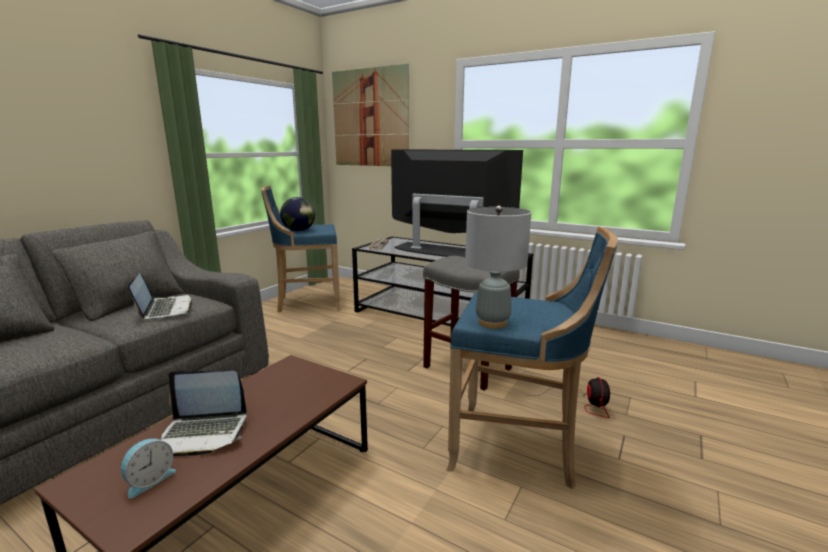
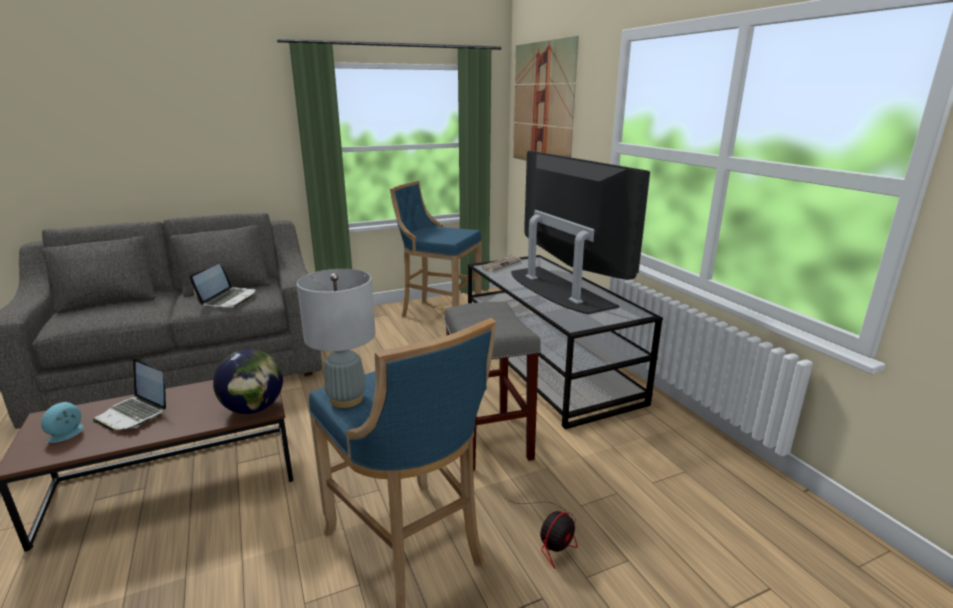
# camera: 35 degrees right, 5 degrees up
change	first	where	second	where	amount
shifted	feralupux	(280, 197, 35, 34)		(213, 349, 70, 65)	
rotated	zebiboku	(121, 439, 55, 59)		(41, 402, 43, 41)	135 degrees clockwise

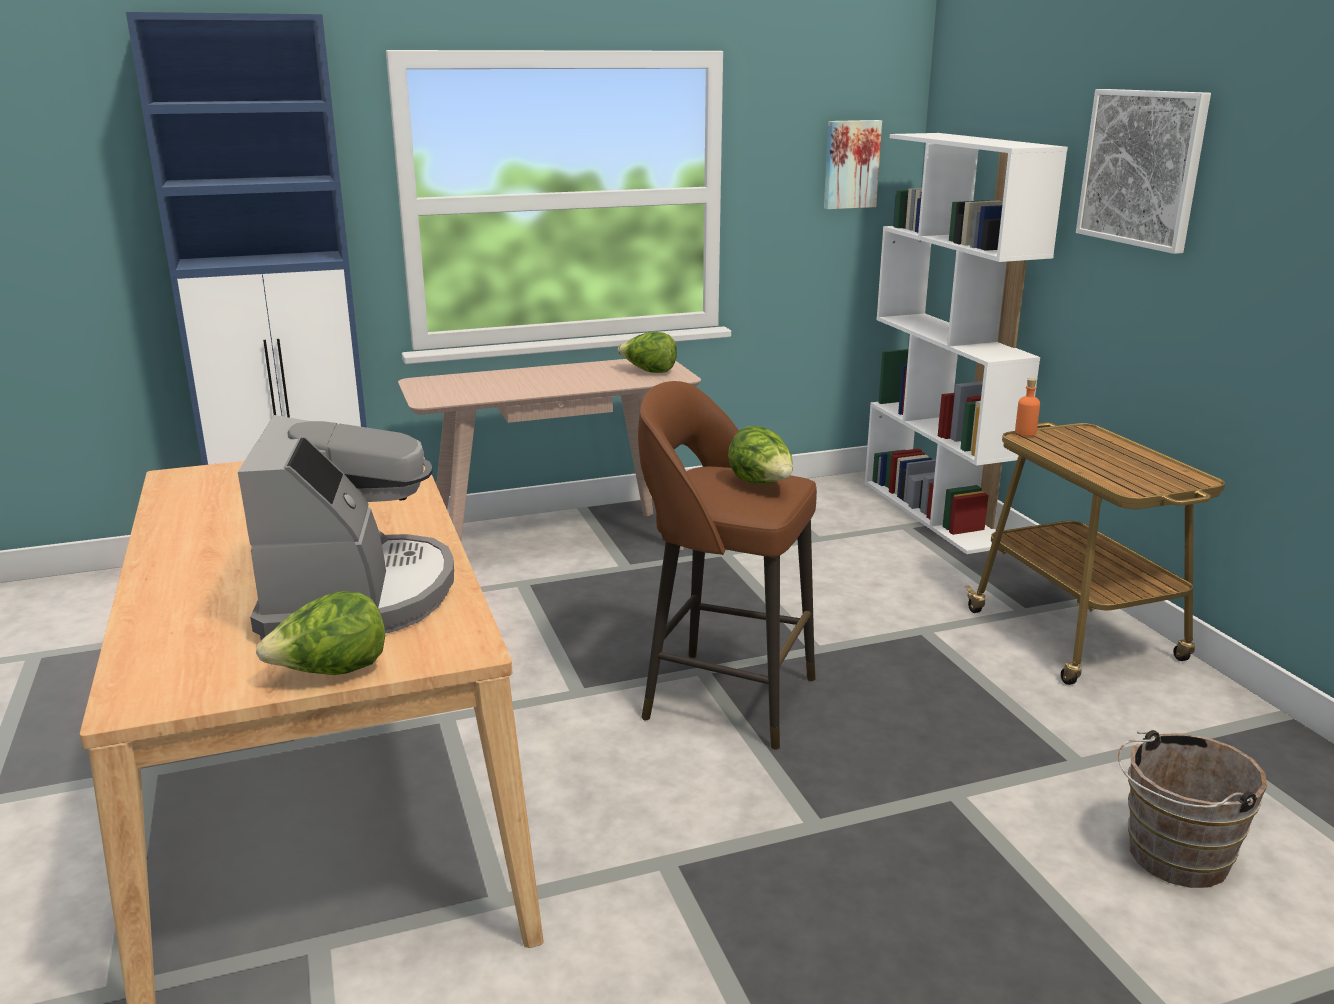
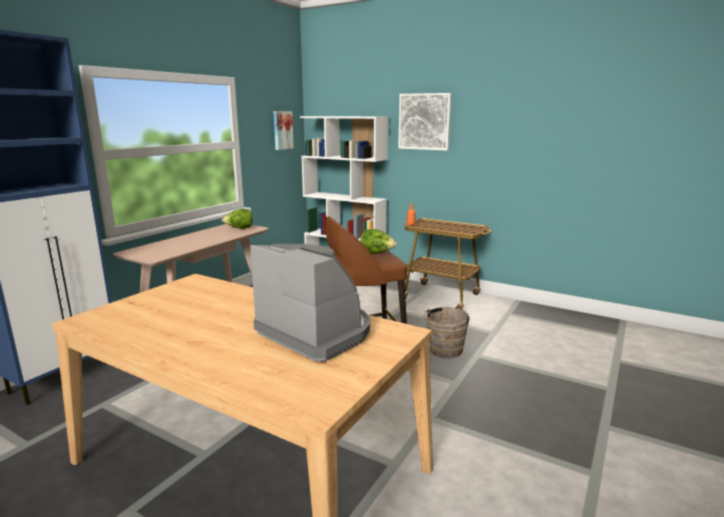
# camera: 40 degrees left, 5 degrees down
change	first	where	second	where	amount
gone	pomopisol	(256, 591, 129, 84)			
shifted	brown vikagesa	(1118, 730, 149, 158)		(423, 307, 47, 51)	

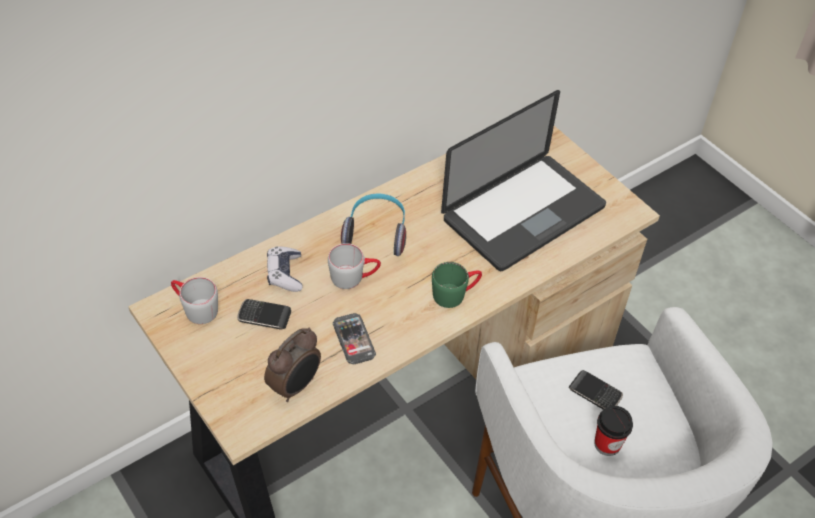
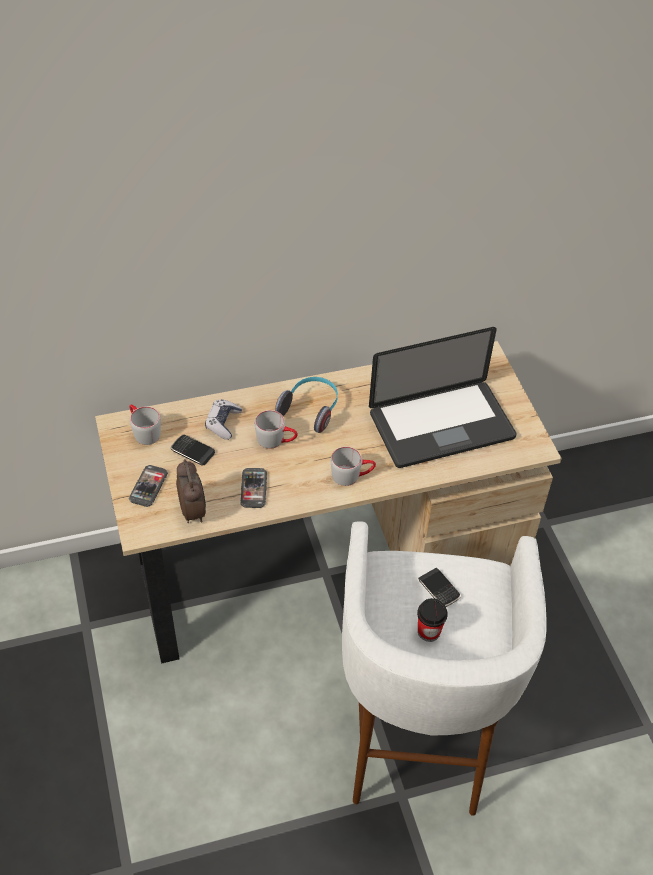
# camera: 20 degrees right, 0 degrees up
change	first	where	second	where	amount
new			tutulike	(129, 465, 39, 42)	
repainted	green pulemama	(432, 262, 50, 46)	grey pulemama	(331, 447, 45, 39)	
rotated	zebiboku	(264, 328, 57, 74)		(176, 459, 30, 64)	75 degrees counterclockwise

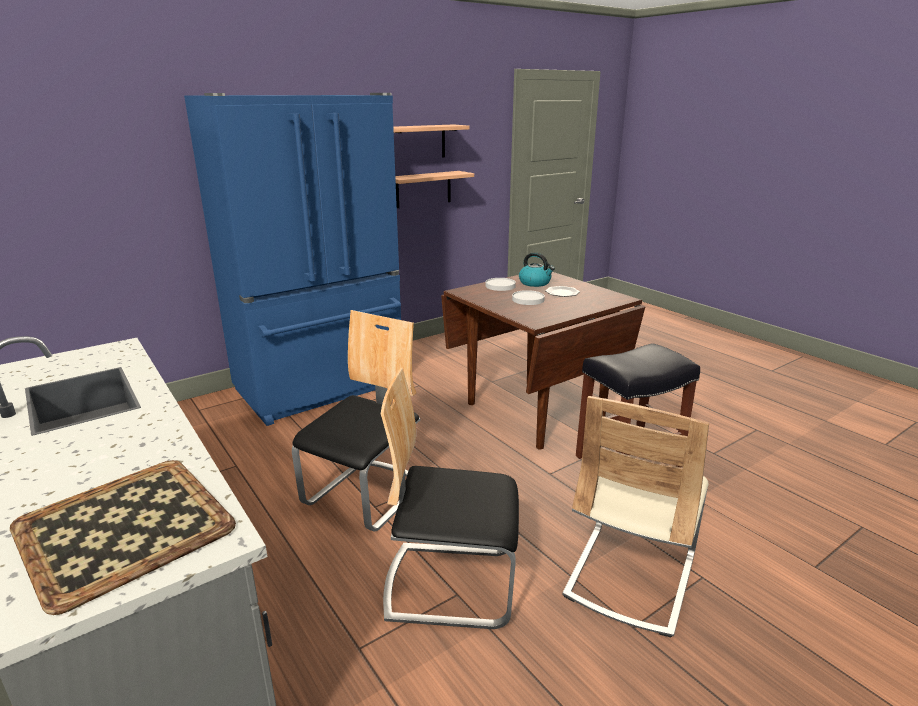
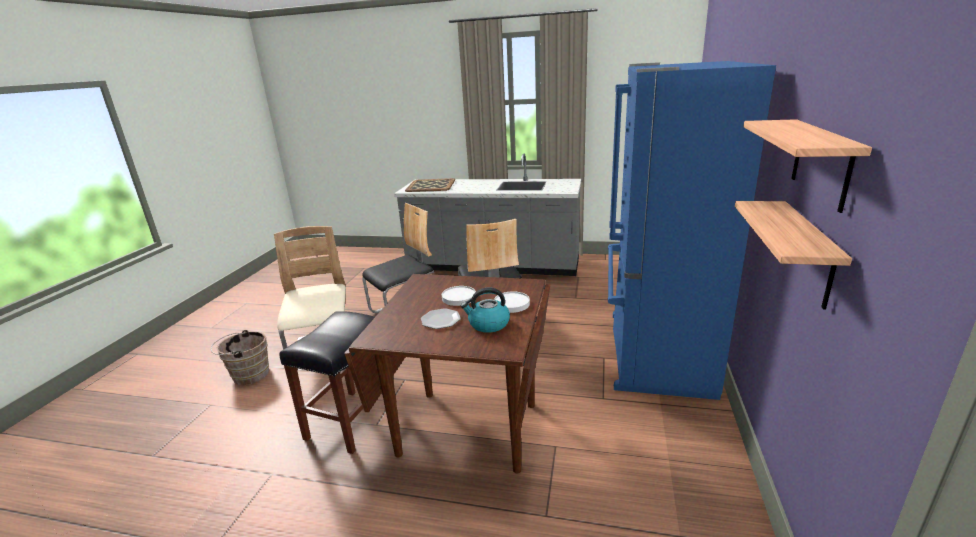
# camera: 140 degrees right, 0 degrees up
change	first	where	second	where	amount
new			brown vikagesa	(211, 330, 58, 55)	

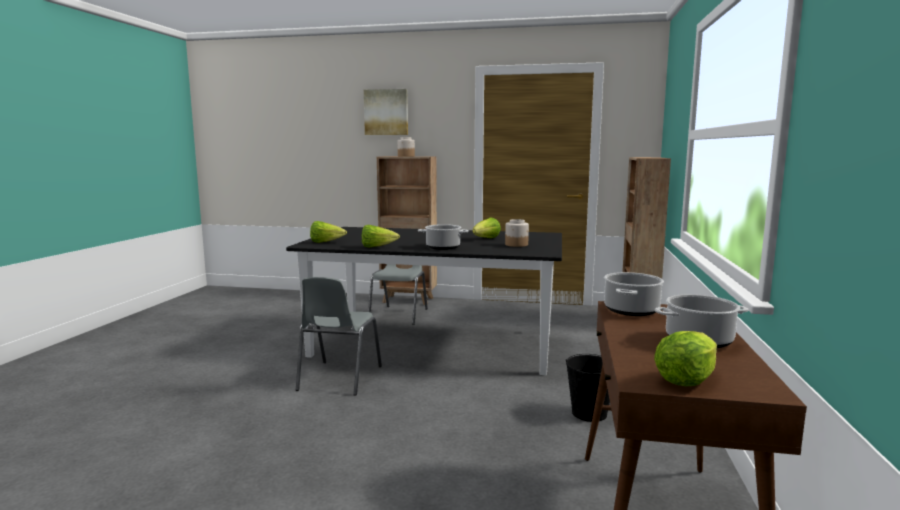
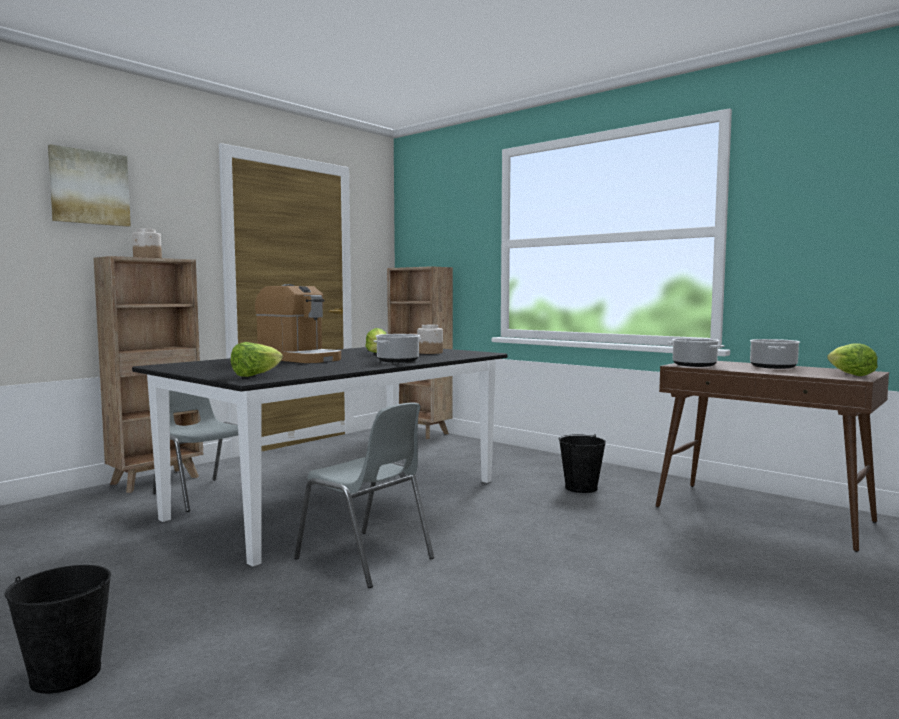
# camera: 60 degrees left, 5 degrees down
change	first	where	second	where	amount
gone	pomopisol	(362, 225, 38, 22)			
new			black vikagesa	(5, 565, 106, 129)	
new			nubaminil	(255, 284, 86, 79)	

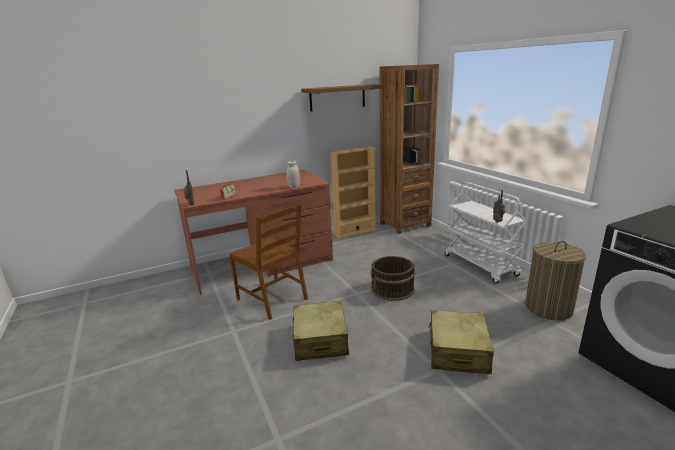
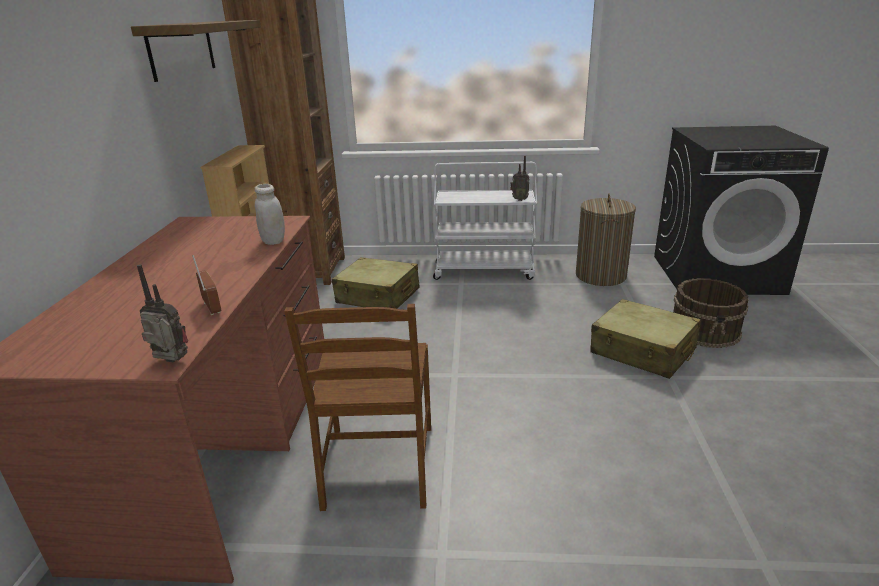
# camera: 60 degrees left, 5 degrees up
change	first	where	second	where	amount
shifted	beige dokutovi	(292, 301, 57, 60)		(332, 257, 87, 52)	
shifted	brown vikagesa	(371, 256, 44, 45)		(673, 278, 76, 70)	
rotated	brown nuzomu	(230, 203, 78, 117)		(284, 304, 147, 207)	105 degrees clockwise

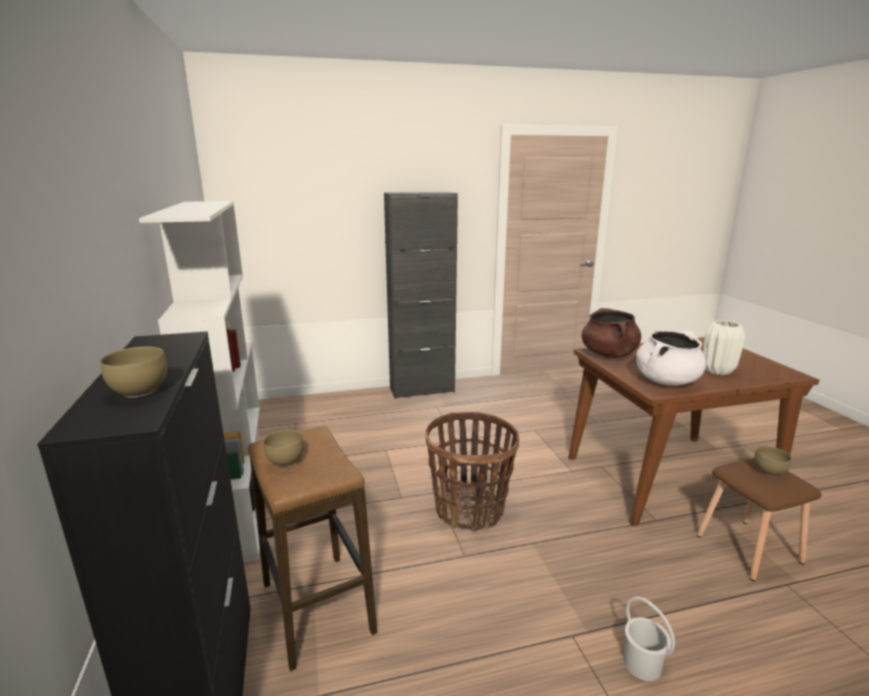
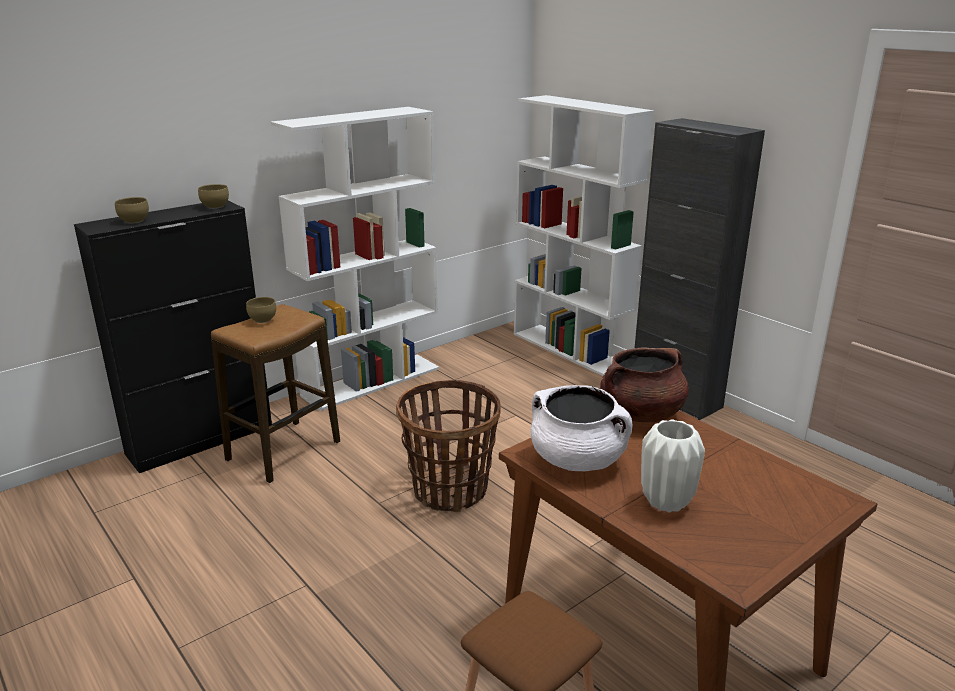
# camera: 65 degrees right, 5 degrees up
change	first	where	second	where	amount
gone	white vikagesa	(623, 597, 52, 84)			
new			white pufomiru	(514, 95, 140, 281)	
shifted	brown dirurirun	(754, 446, 37, 30)		(198, 184, 31, 25)	

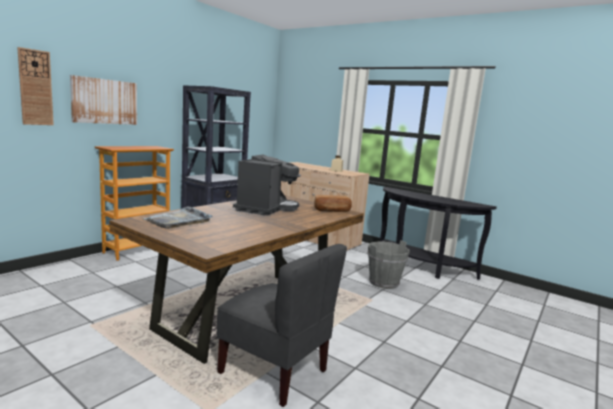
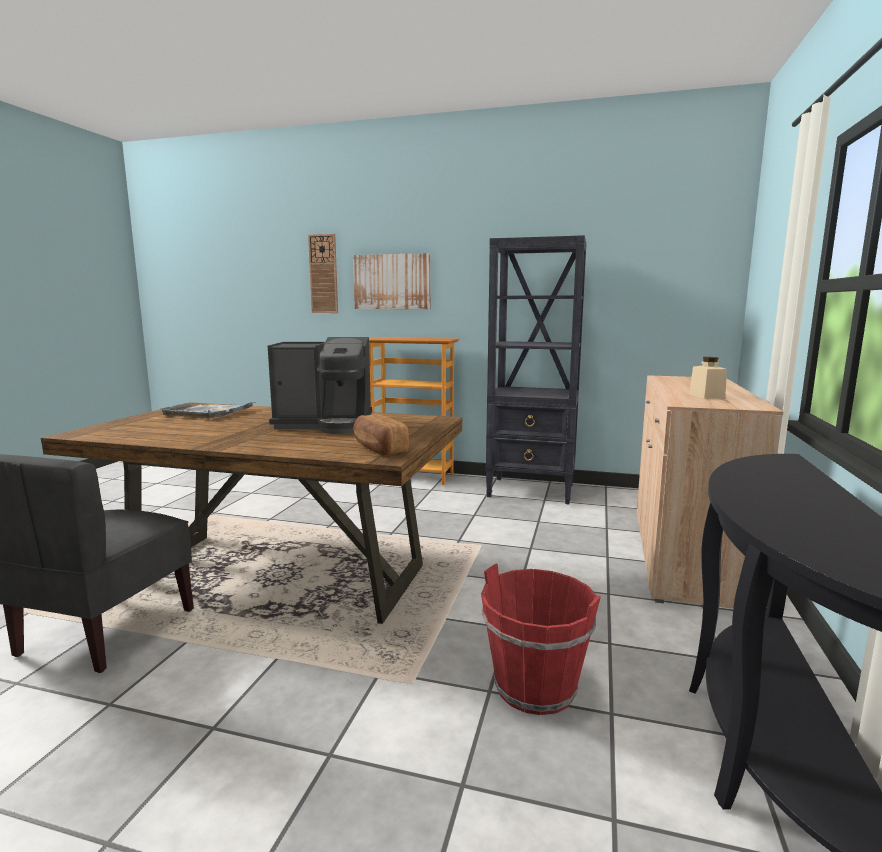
# camera: 70 degrees right, 0 degrees up
change	first	where	second	where	amount
repainted	grey vikagesa	(367, 240, 43, 49)	red vikagesa	(481, 563, 120, 152)	

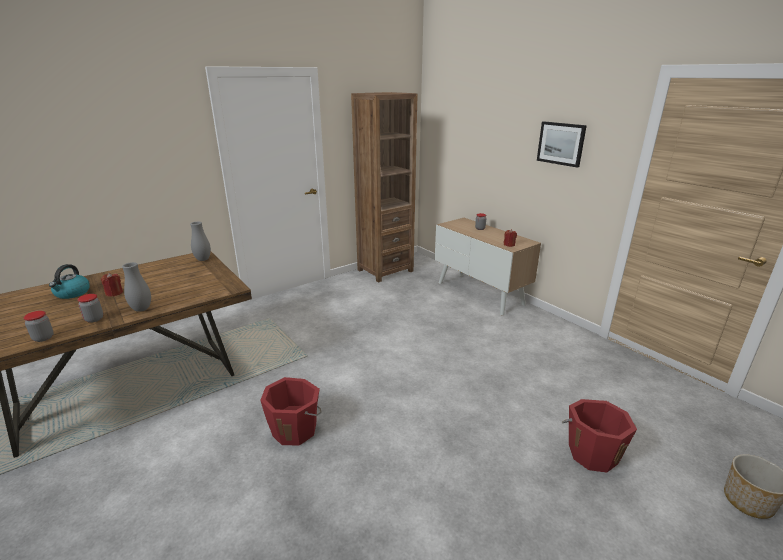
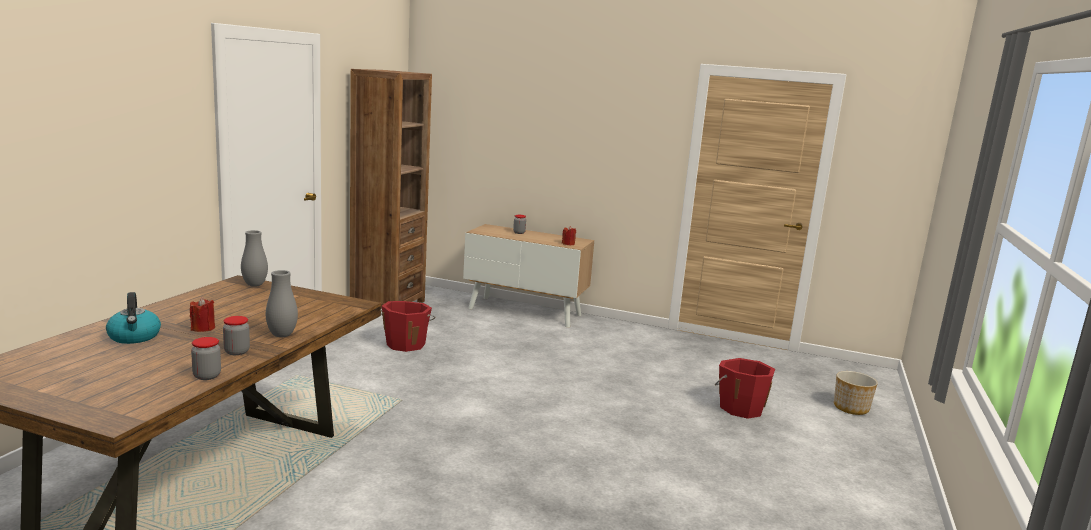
# camera: 35 degrees left, 10 degrees down
change	first	where	second	where	amount
gone	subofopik	(537, 121, 50, 47)			
shifted	red vikagesa	(260, 377, 61, 69)		(381, 301, 55, 51)	

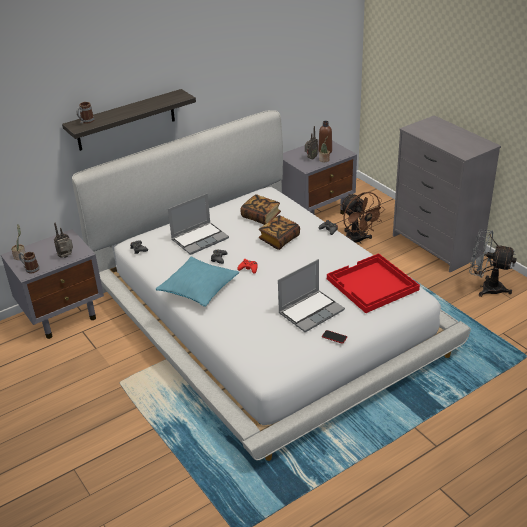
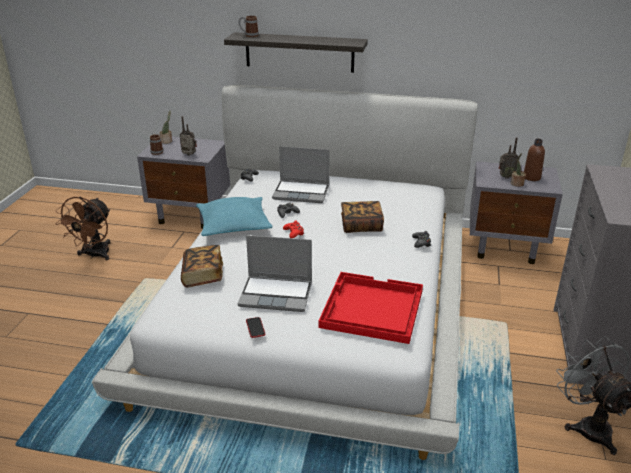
# camera: 45 degrees right, 5 degrees down
change	first	where	second	where	amount
shifted	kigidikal	(240, 194, 41, 31)		(181, 245, 42, 43)	
shifted	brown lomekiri	(340, 192, 45, 52)		(55, 197, 56, 63)	

